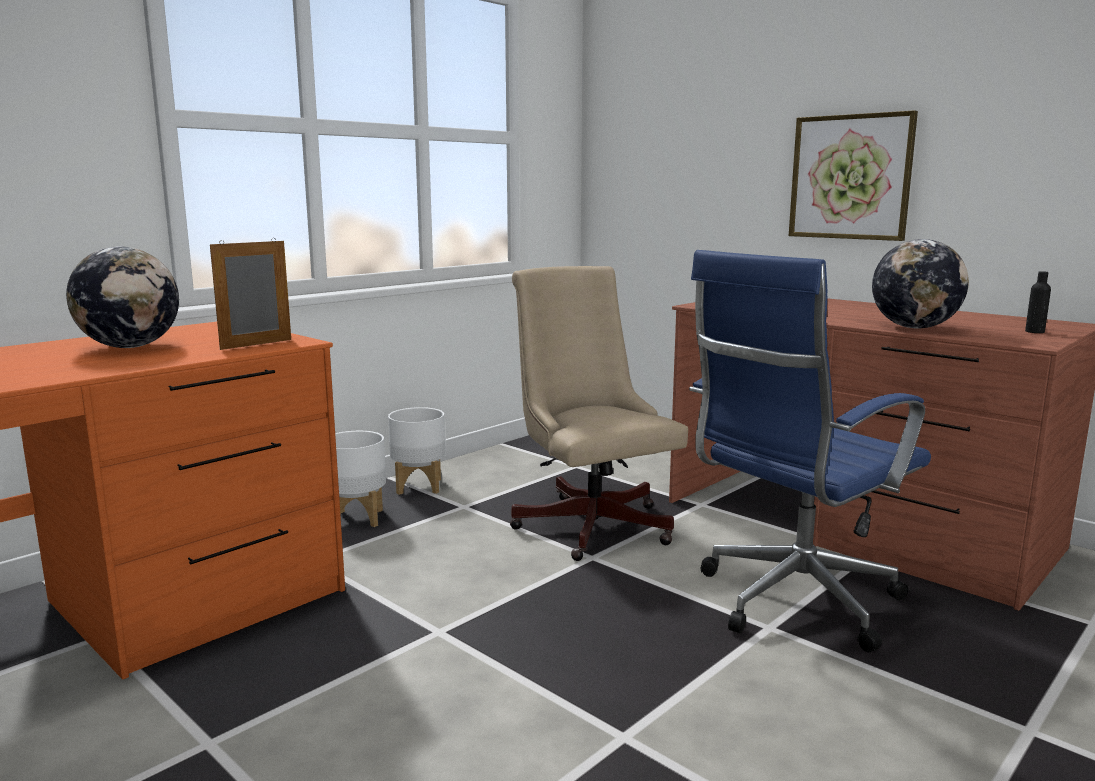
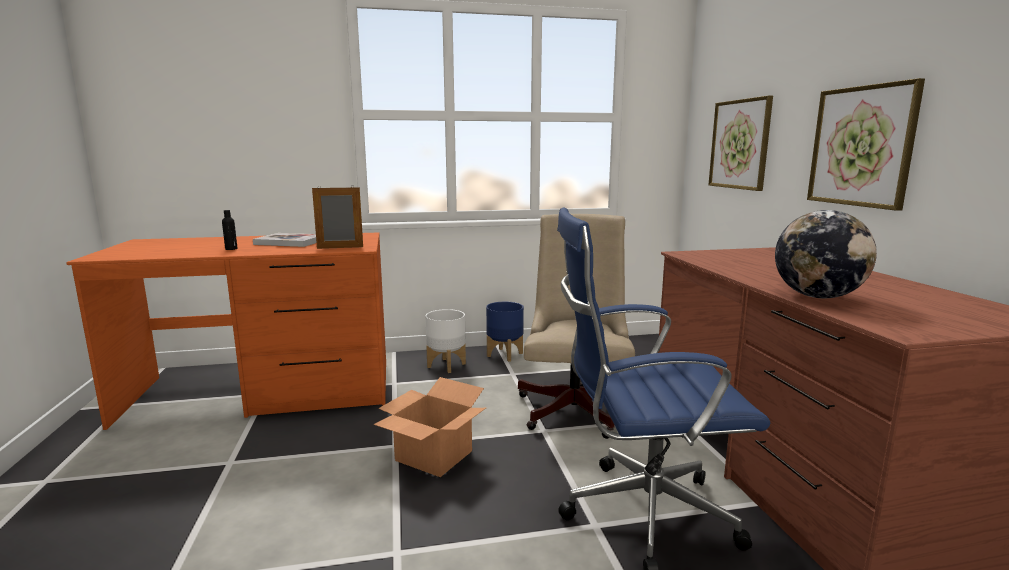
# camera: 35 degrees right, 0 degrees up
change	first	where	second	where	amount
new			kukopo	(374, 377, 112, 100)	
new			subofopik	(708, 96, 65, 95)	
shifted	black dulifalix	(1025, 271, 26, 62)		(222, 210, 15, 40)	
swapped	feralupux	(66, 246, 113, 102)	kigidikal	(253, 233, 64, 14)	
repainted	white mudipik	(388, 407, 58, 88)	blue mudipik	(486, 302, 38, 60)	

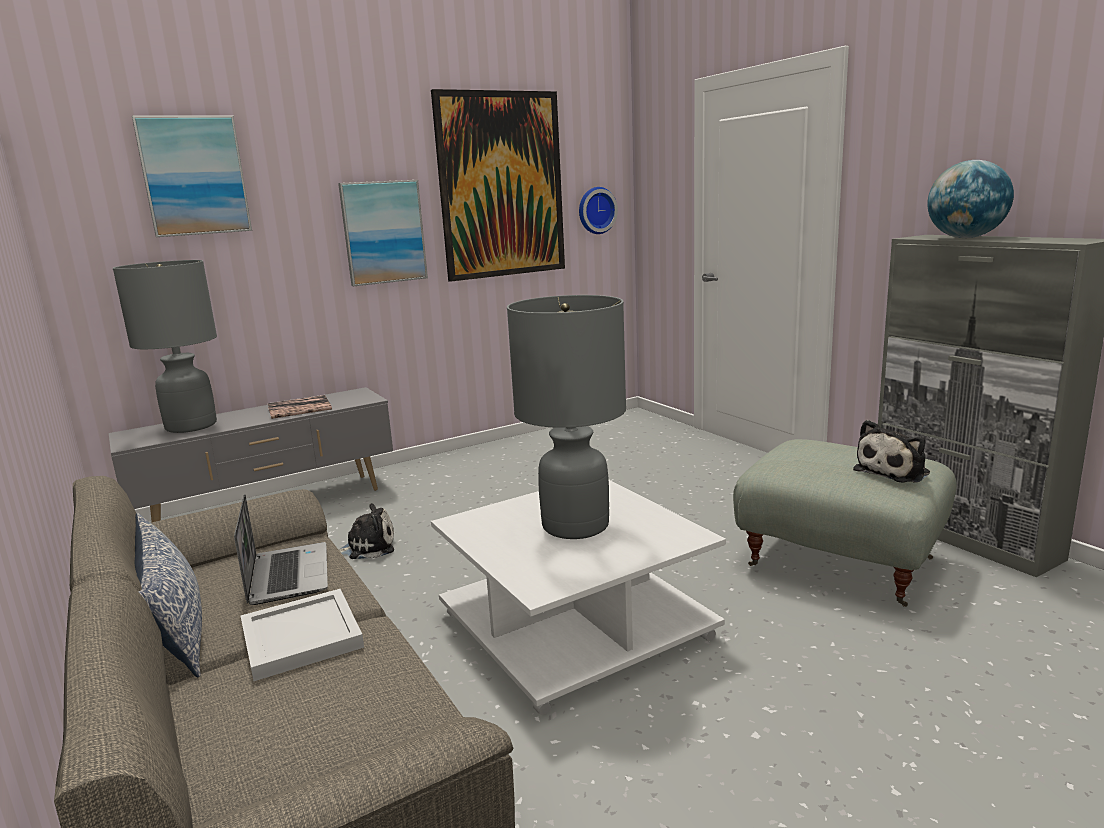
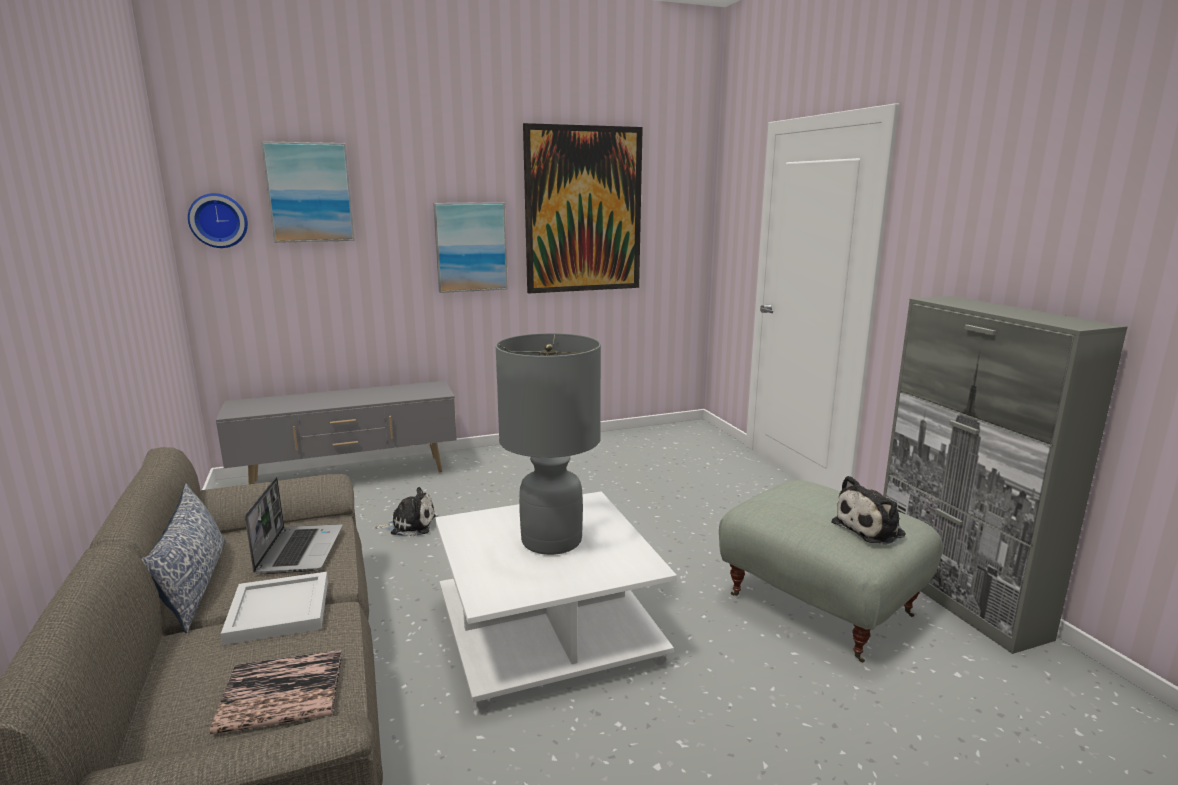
# camera: 10 degrees right, 0 degrees up
change	first	where	second	where	amount
gone	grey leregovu	(113, 260, 104, 173)			
gone	feralupux	(927, 160, 87, 78)			
shifted	kigidikal	(267, 395, 65, 24)		(210, 650, 132, 84)	
shifted	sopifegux	(579, 187, 39, 47)		(188, 193, 60, 55)	

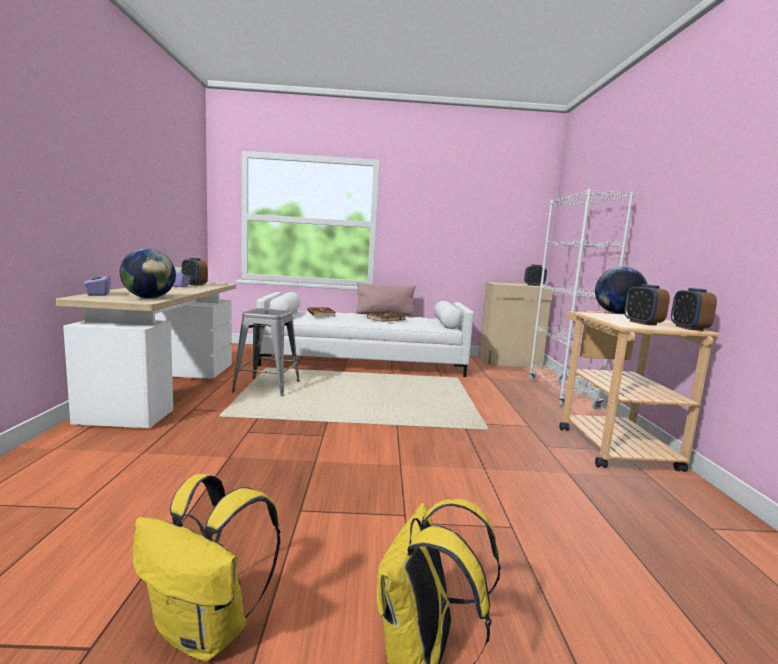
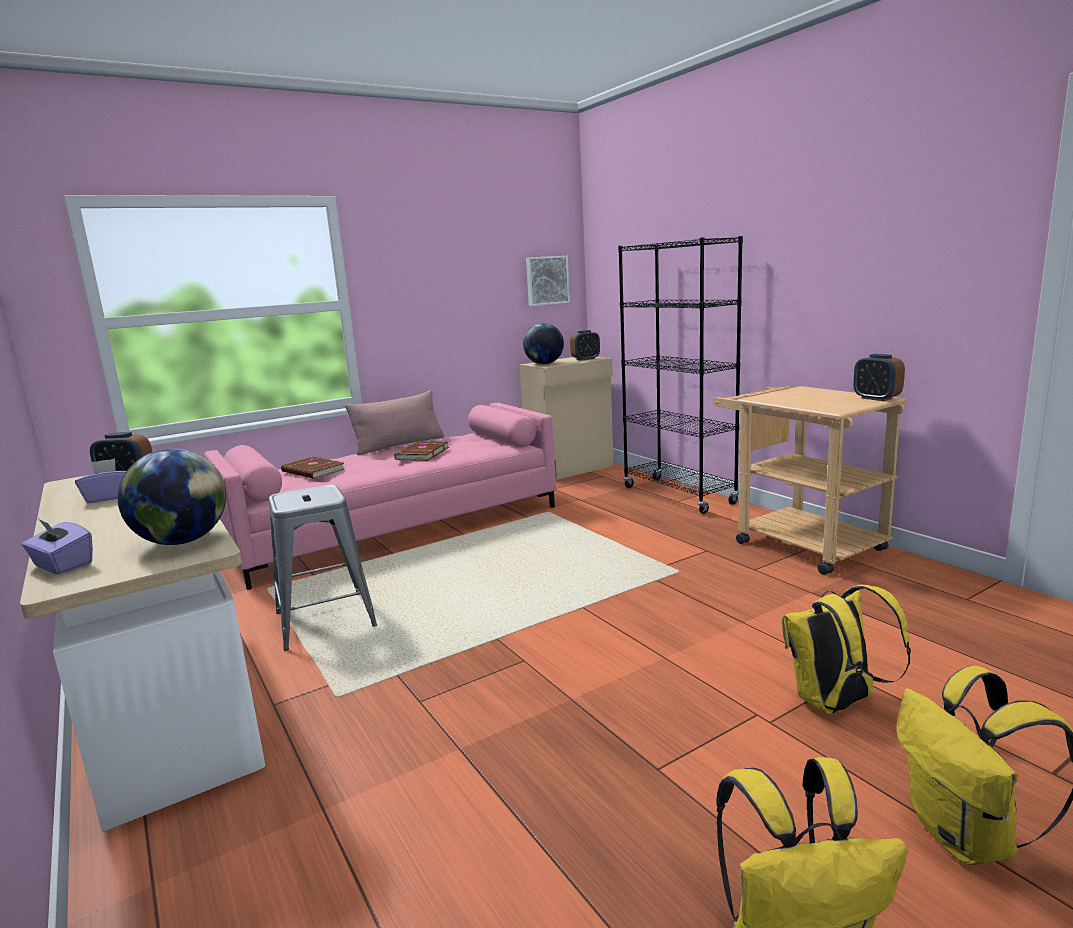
# camera: 30 degrees left, 5 degrees up
change	first	where	second	where	amount
gone	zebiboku	(624, 284, 46, 41)			
new			subofopik	(526, 256, 44, 50)	
new			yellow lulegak	(782, 585, 129, 129)	
shifted	feralupux	(595, 266, 53, 48)		(523, 323, 41, 41)	
repainted	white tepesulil	(257, 292, 217, 85)	pink tepesulil	(204, 403, 352, 187)	
repainted	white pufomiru	(529, 189, 105, 220)	black pufomiru	(618, 236, 125, 278)	

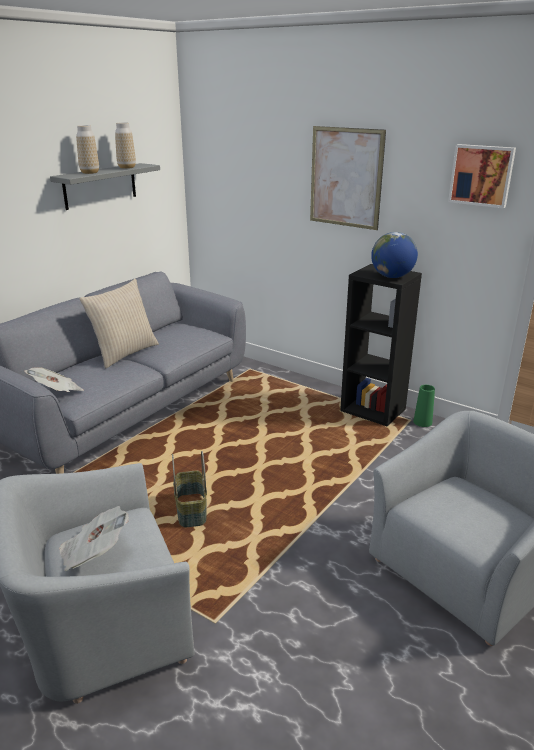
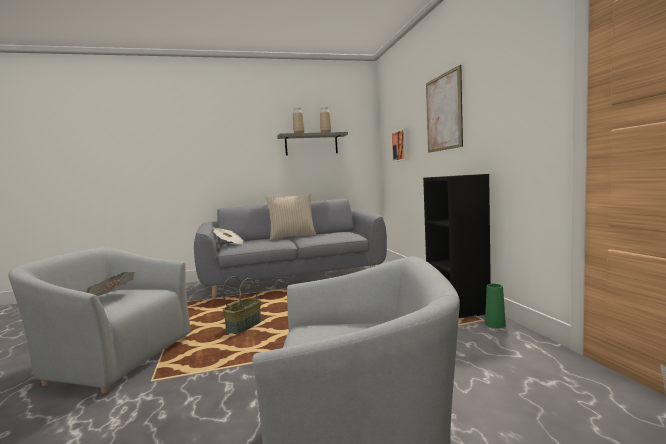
# camera: 40 degrees right, 20 degrees down
change	first	where	second	where	amount
gone	feralupux	(371, 232, 47, 46)			
shifted	subofopik	(448, 144, 68, 64)		(391, 128, 18, 34)	

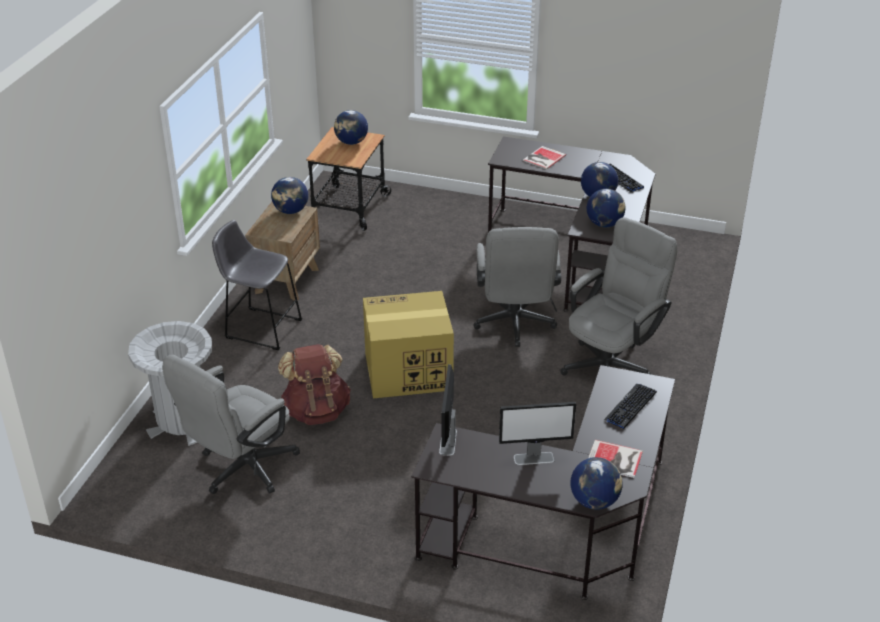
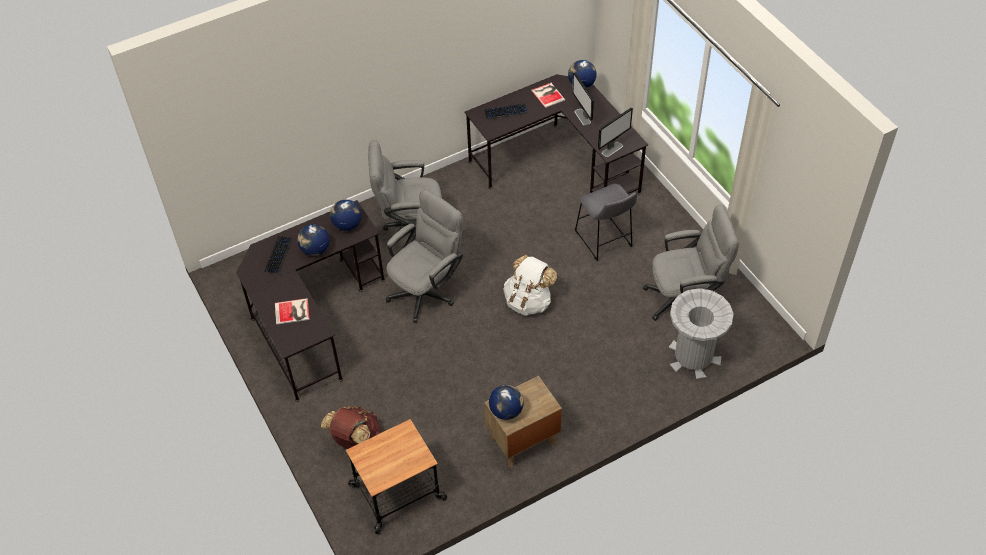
# camera: 135 degrees left, 15 degrees up
change	first	where	second	where	amount
gone	feralupux	(334, 110, 34, 35)			
shifted	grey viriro	(212, 220, 91, 130)		(575, 184, 62, 77)	
shifted	brown lulegak	(278, 344, 73, 81)		(321, 406, 60, 43)	
swapped	kukopo	(363, 291, 91, 107)	white lulegak	(503, 255, 54, 61)	
rotated	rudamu	(499, 402, 77, 63)		(572, 72, 22, 54)	150 degrees counterclockwise

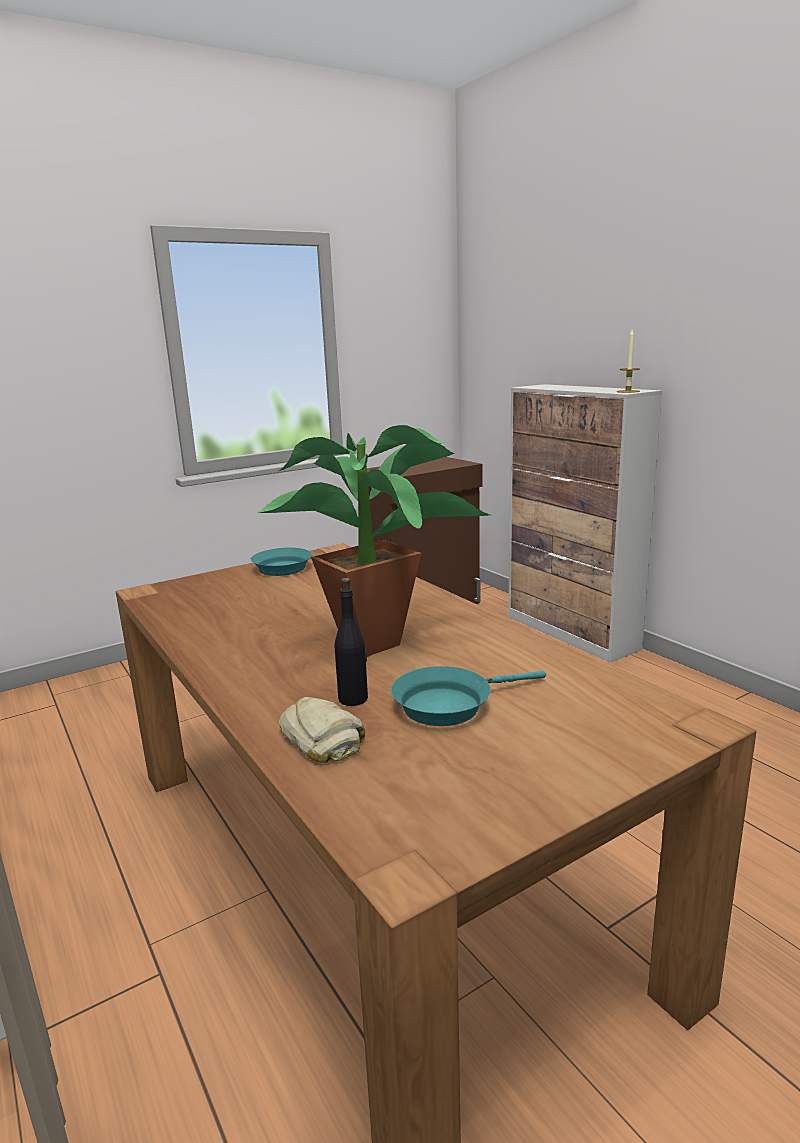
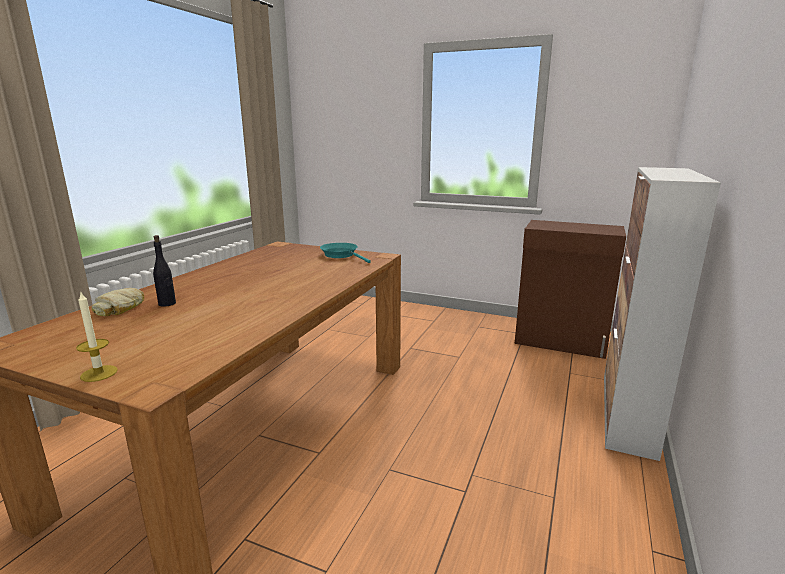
# camera: 55 degrees right, 0 degrees up
change	first	where	second	where	amount
gone	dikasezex	(258, 425, 235, 232)			
gone	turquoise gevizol	(391, 666, 155, 60)			
shifted	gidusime	(617, 329, 23, 64)		(76, 293, 42, 89)	

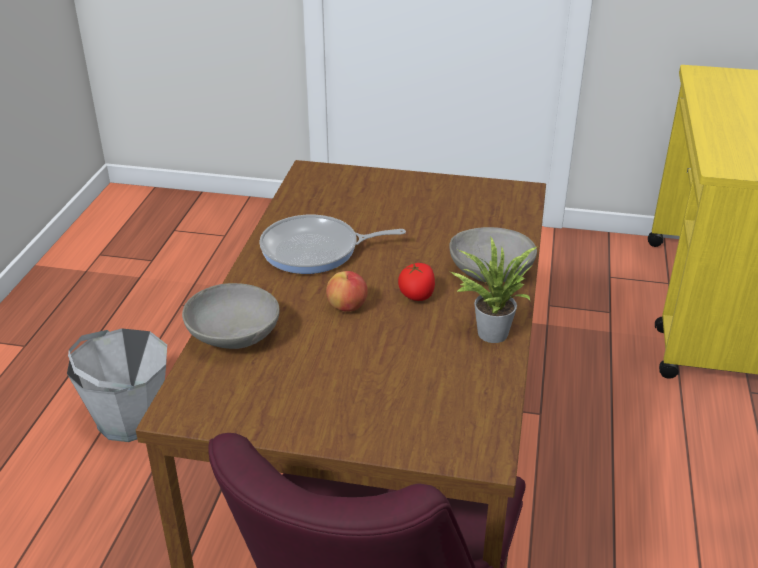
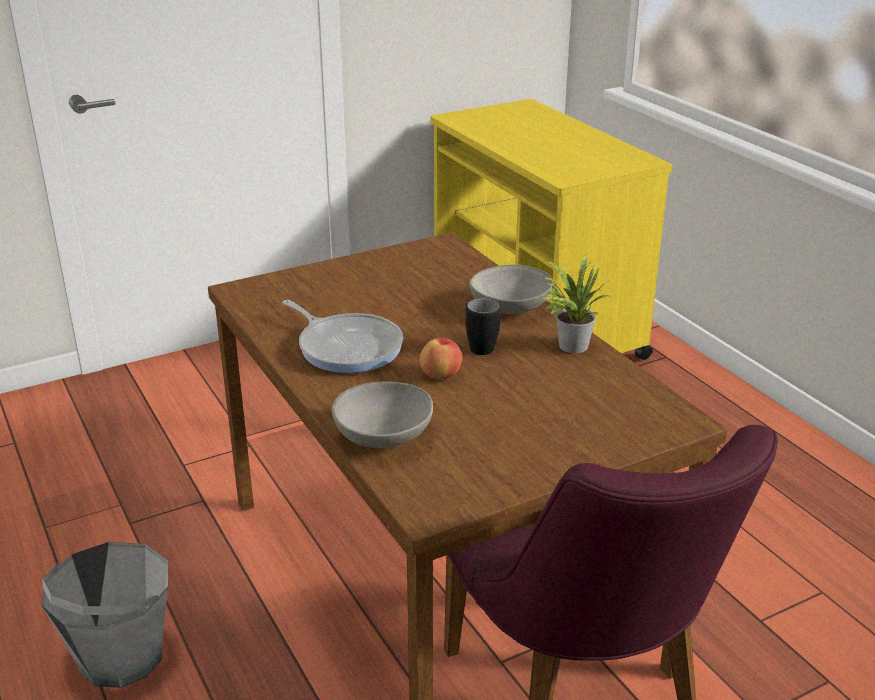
# camera: 40 degrees left, 5 degrees down
change	first	where	second	where	amount
swapped	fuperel	(398, 262, 37, 39)	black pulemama	(465, 298, 36, 57)	
rotated	gevizol	(259, 215, 147, 59)		(282, 300, 121, 73)	90 degrees counterclockwise

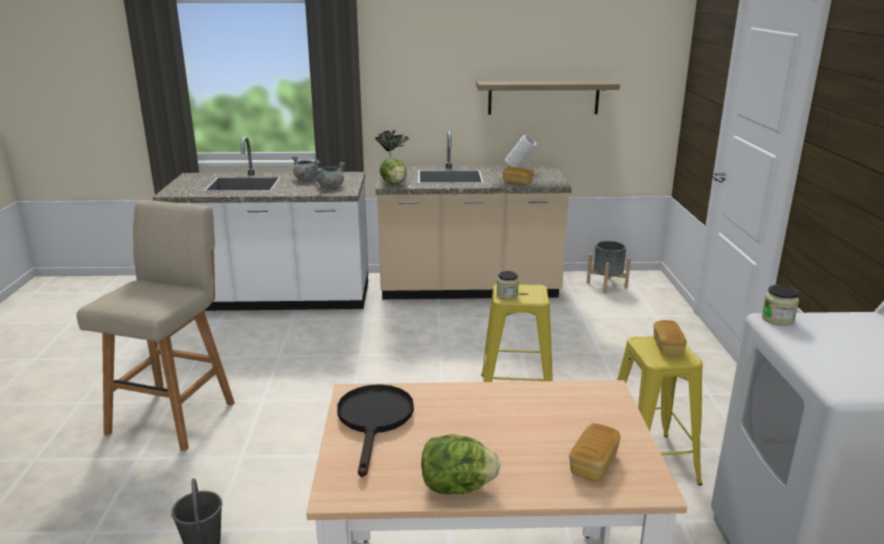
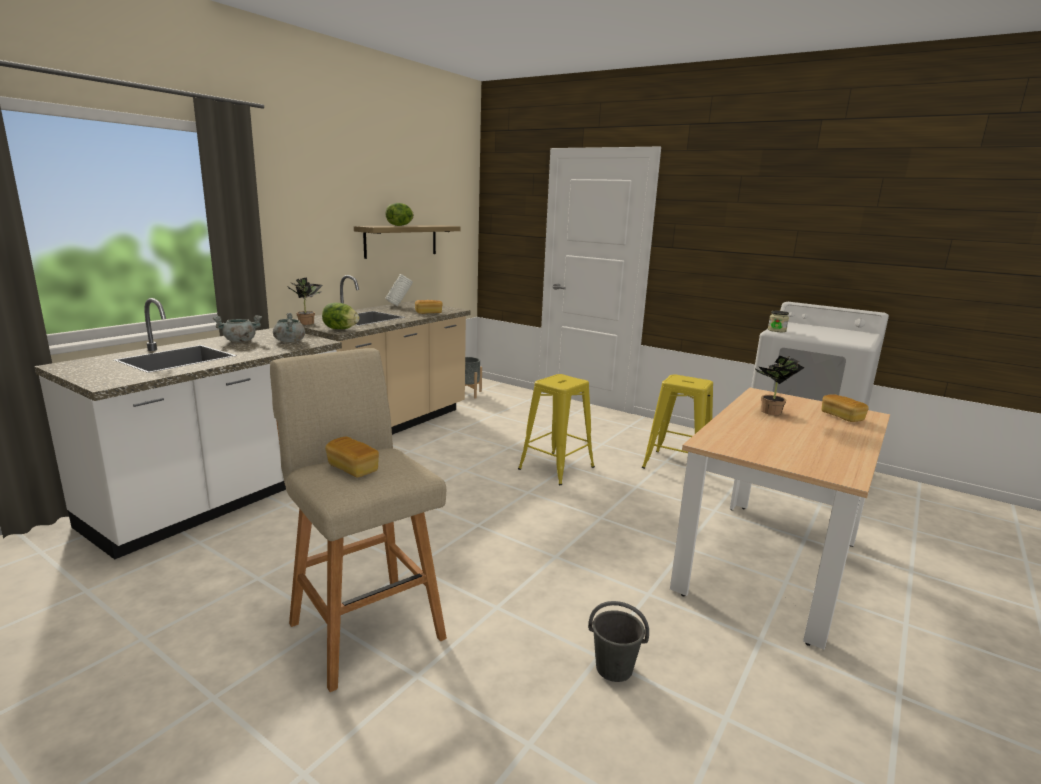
# camera: 55 degrees left, 5 degrees down
change	first	where	second	where	amount
gone	black gevizol	(337, 384, 77, 93)			
gone	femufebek	(497, 271, 22, 29)			
new			dikasezex	(754, 356, 50, 59)	
shifted	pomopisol	(421, 434, 79, 61)		(385, 203, 29, 23)	
shifted	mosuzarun	(654, 320, 33, 36)		(325, 437, 54, 41)	

